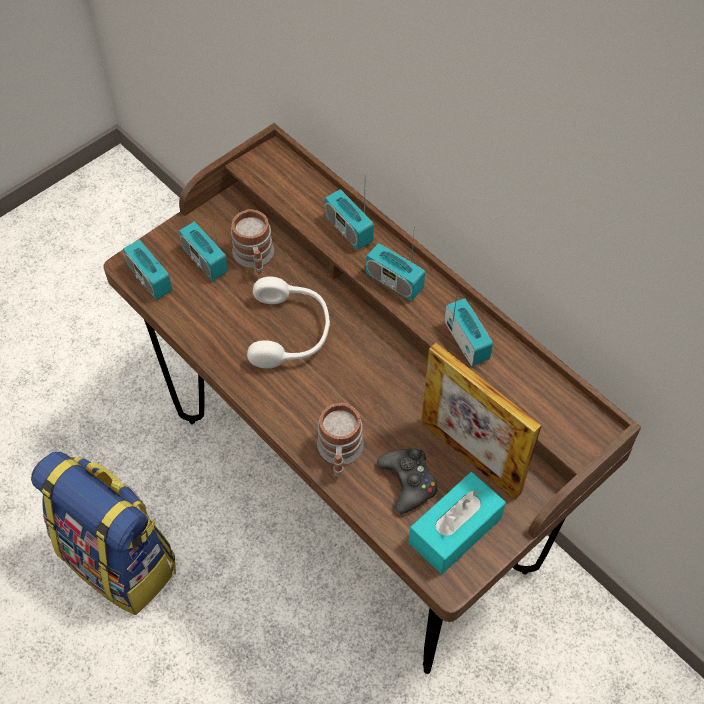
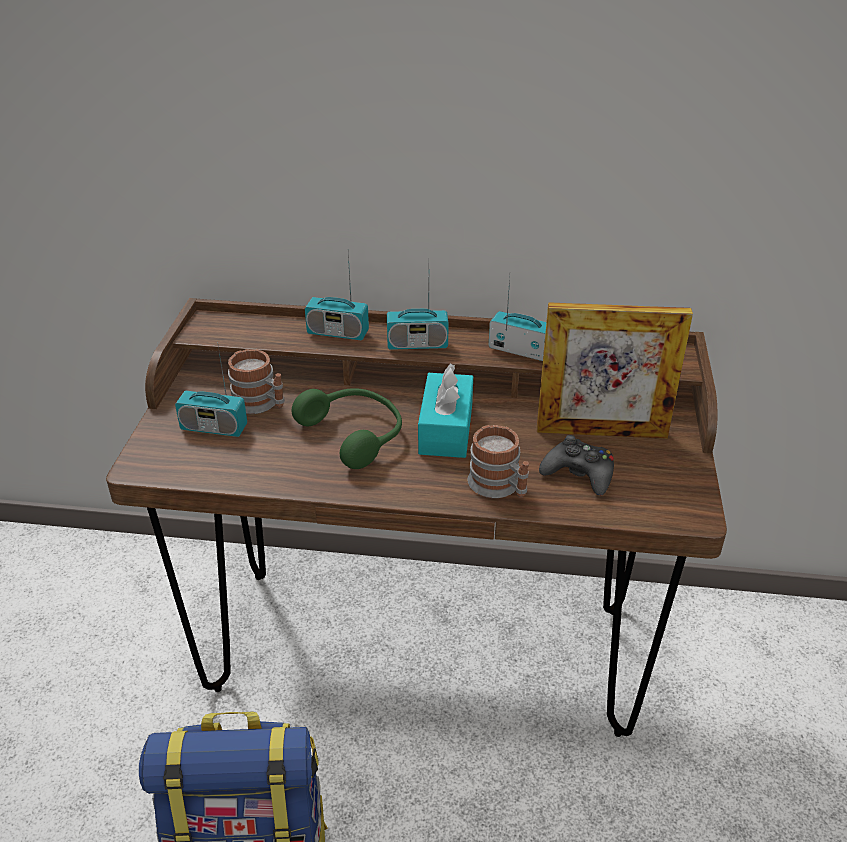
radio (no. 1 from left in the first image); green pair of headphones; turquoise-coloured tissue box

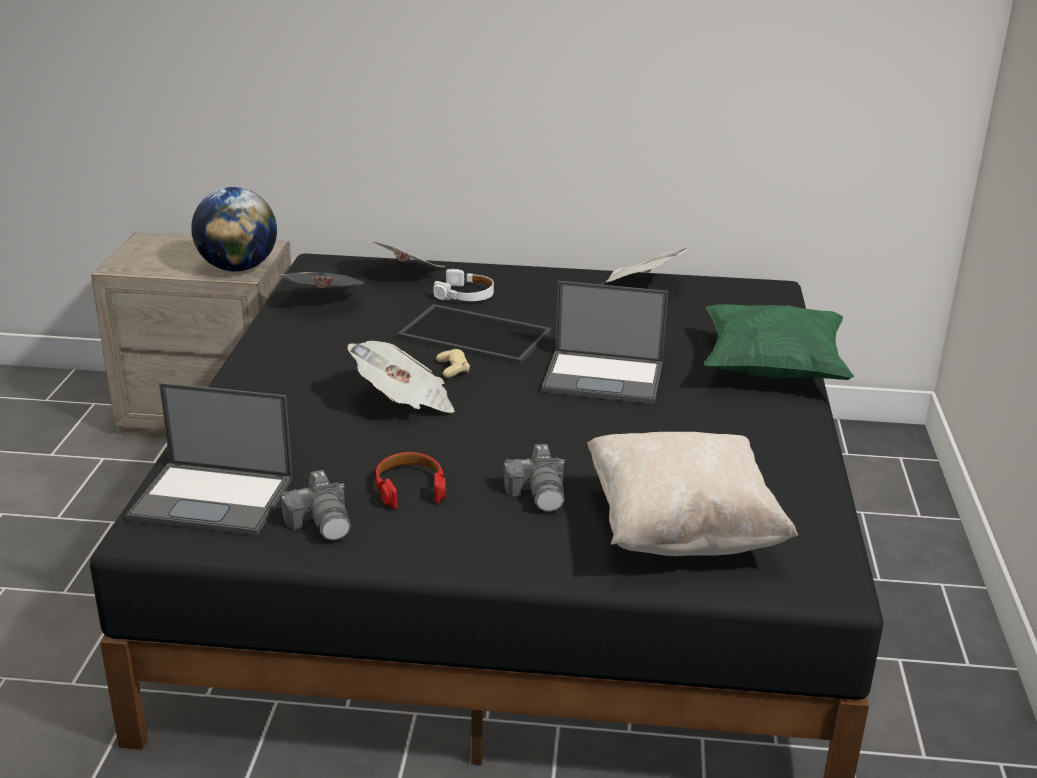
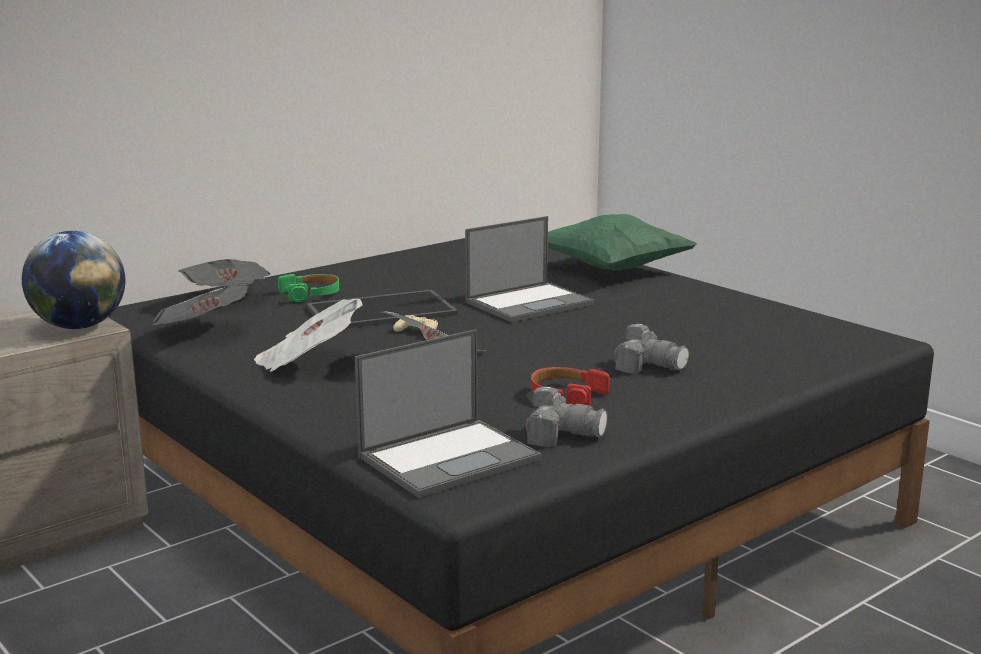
green pair of headphones; beige cushion; newspaper (no. 3 from left)

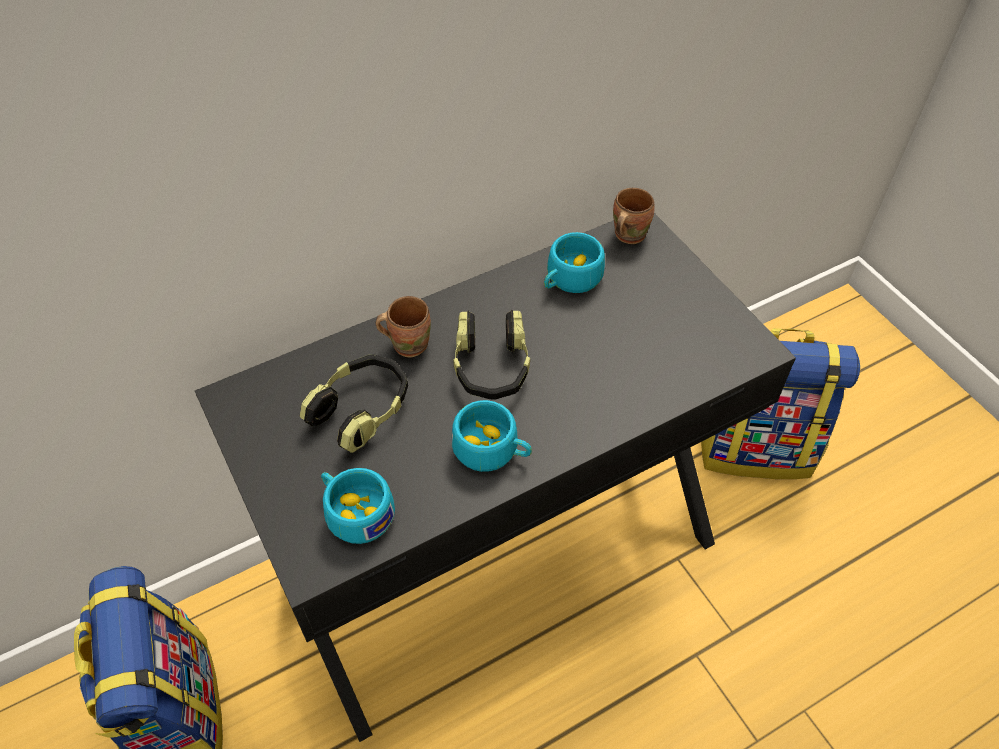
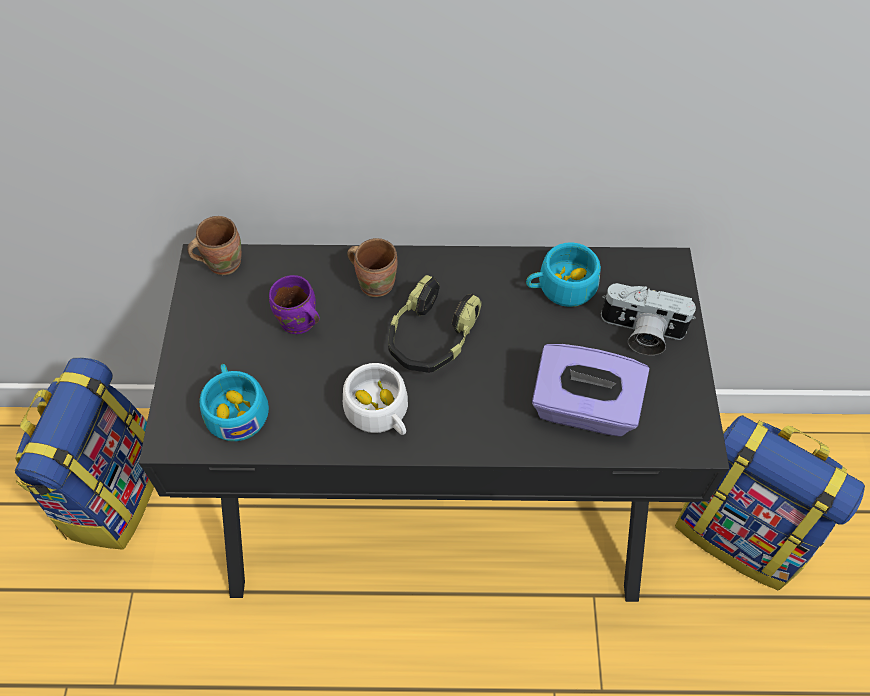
purple-coloured mug; white-coloured cup; brownish mug (no. 1 from left); purple-coloured tissue box; still camera

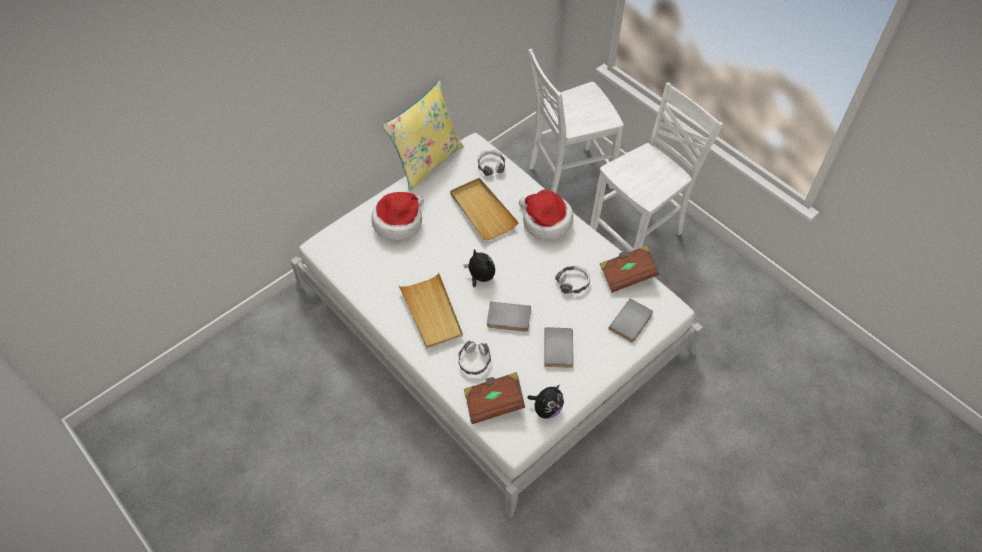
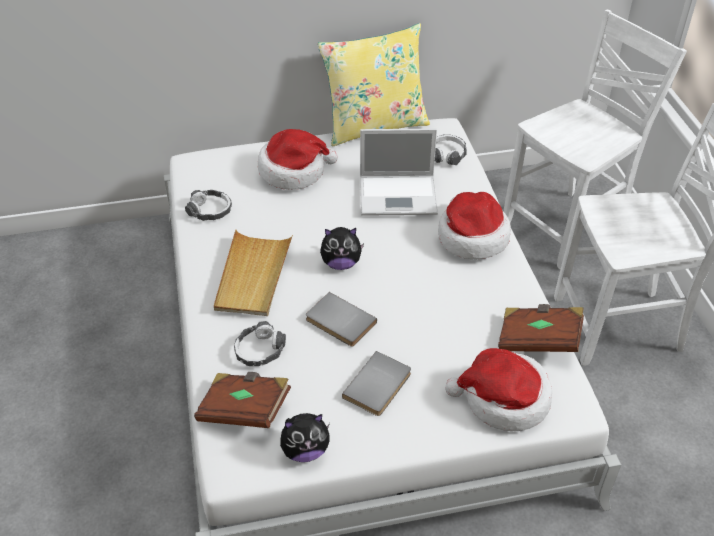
portable computer; cuddly toy (no. 2 from left); white-coloured chair (no. 1 from left); pair of headphones (no. 1 from left); hat (no. 3 from left)

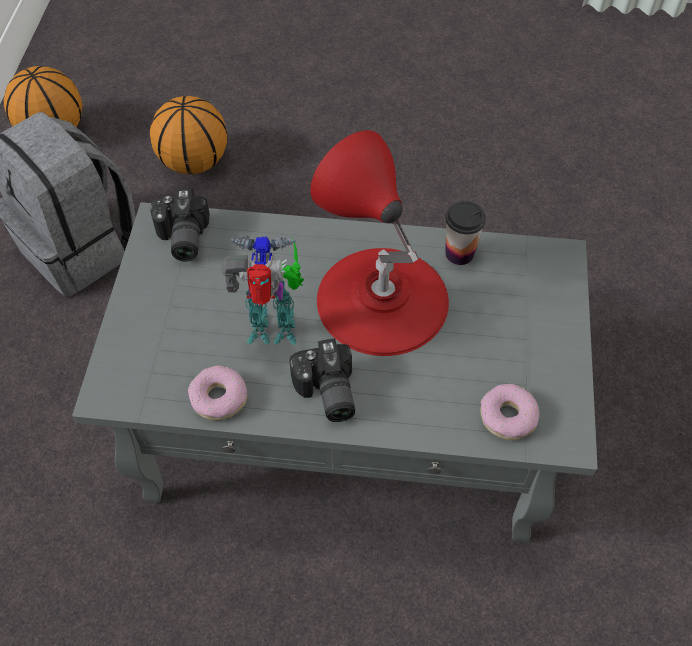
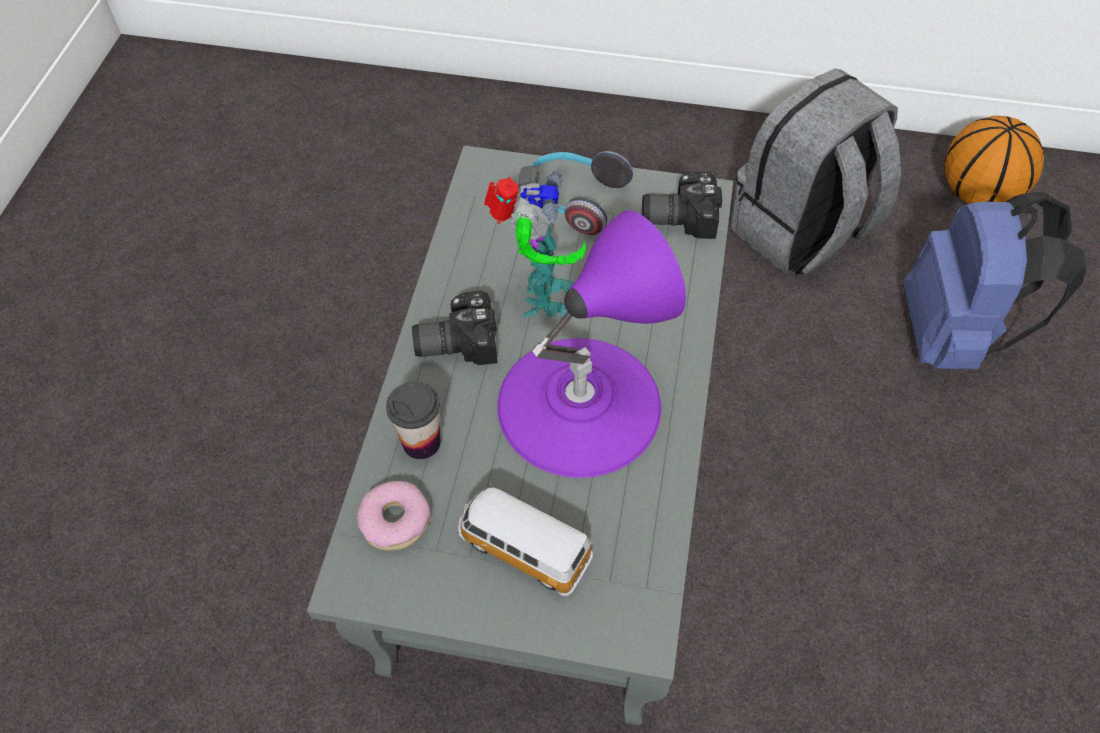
blue-coloured knapsack; doughnut (no. 1 from left in the first image); purple-coloured table lamp; cup; toy car; pair of headphones

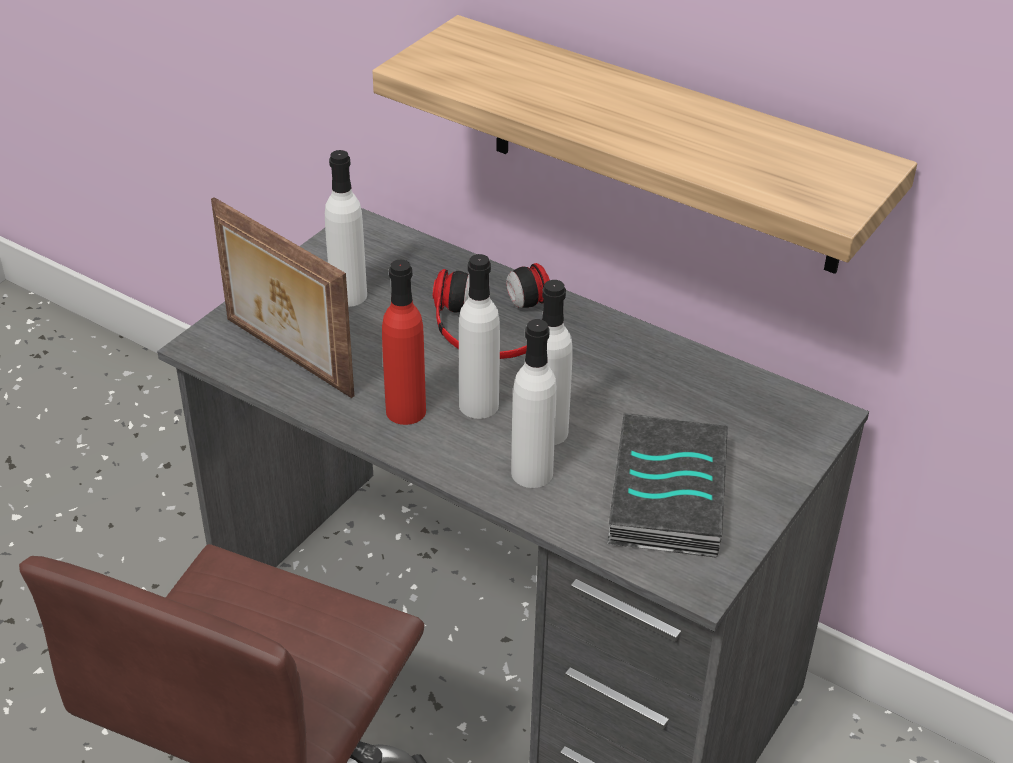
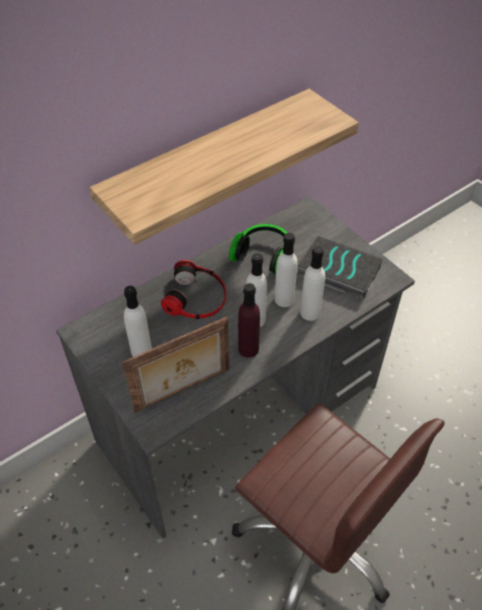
purple-coloured drink bottle; pair of headphones (no. 2 from left)

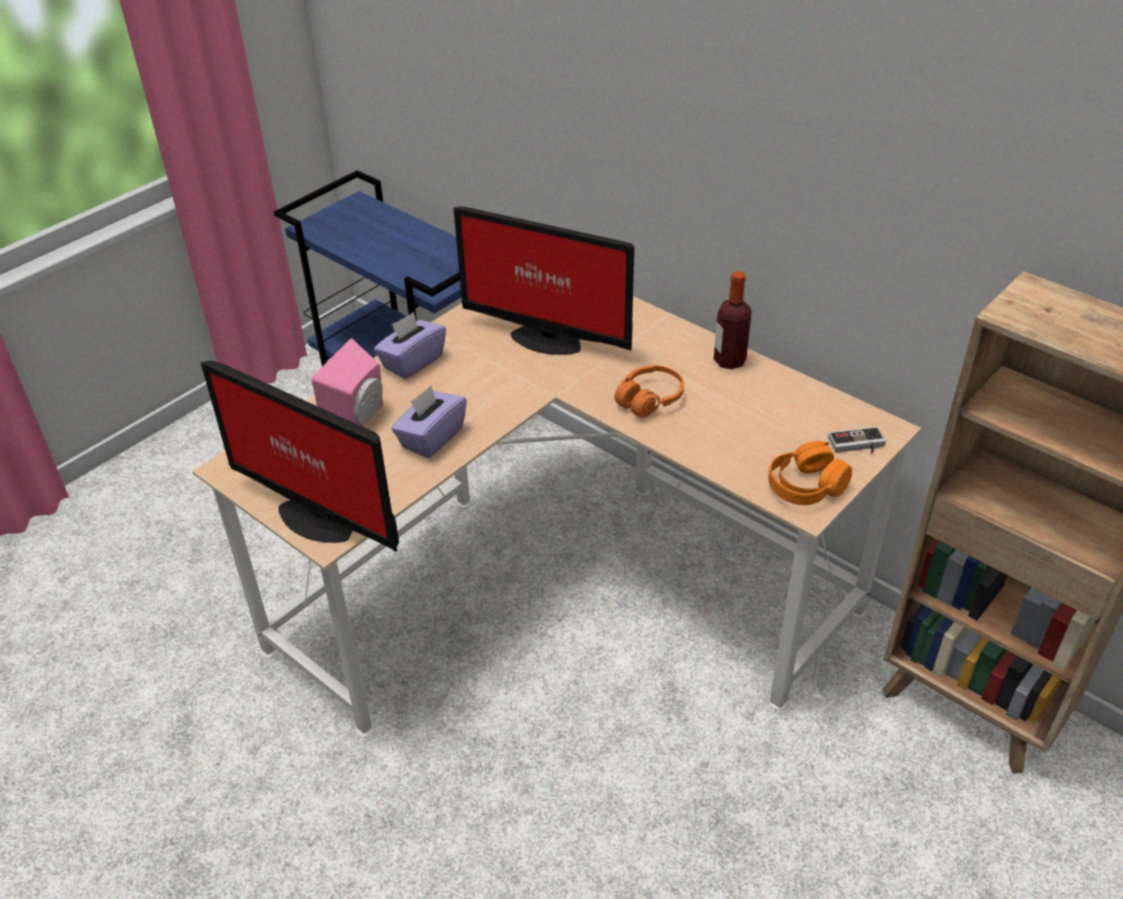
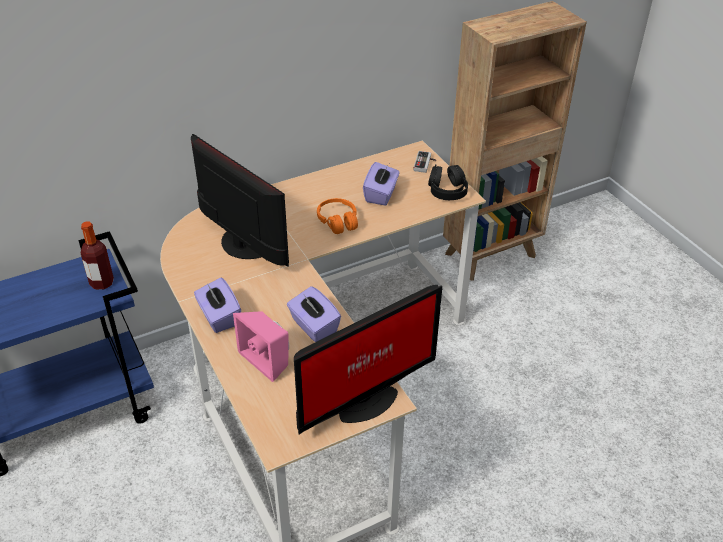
monitor (no. 1 from left); drink bottle; blackish pair of headphones; purple-coloured tissue box (no. 3 from left)

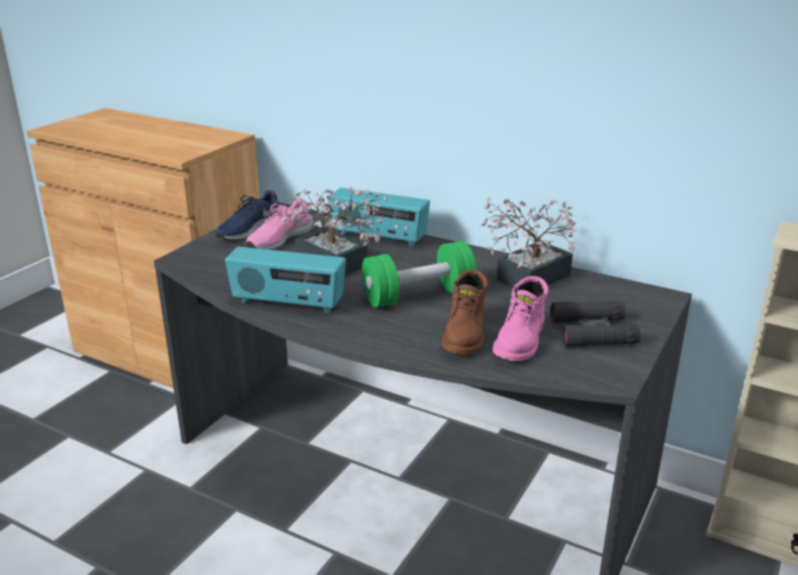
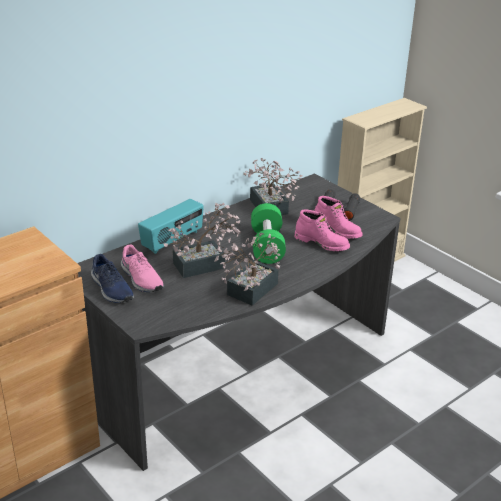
potted plant (no. 2 from left); pink-coloured boot (no. 1 from left)

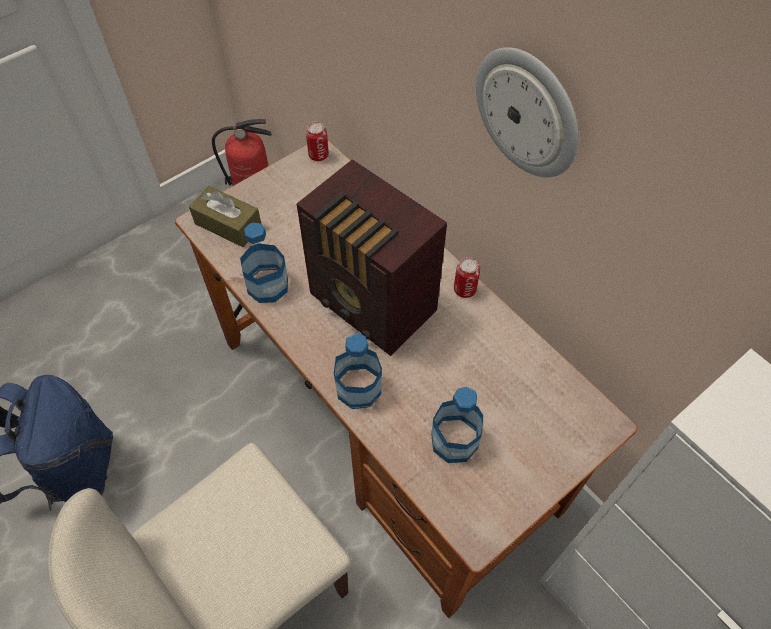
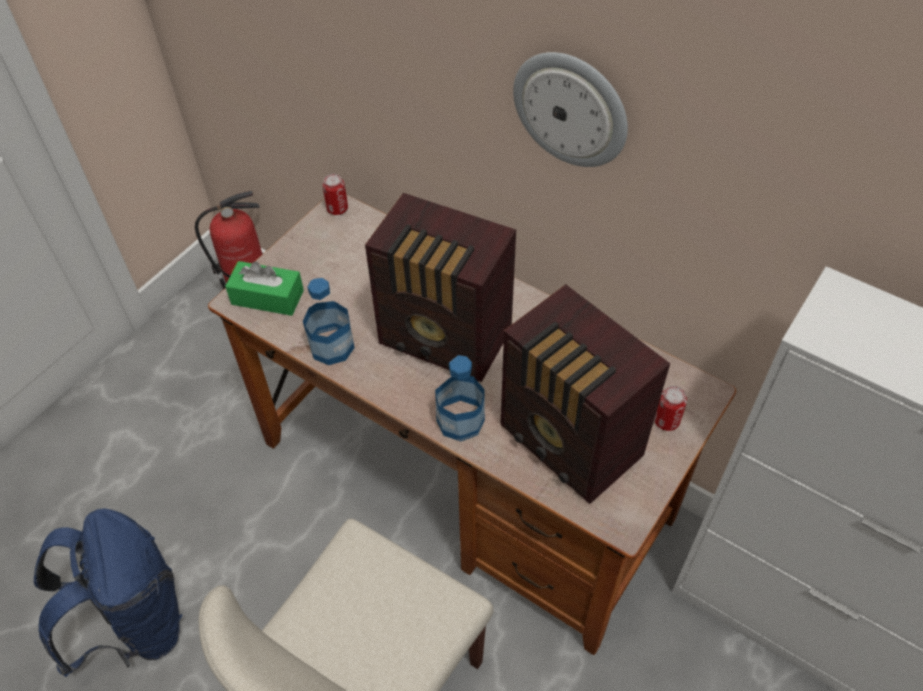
green tissue box; radio (no. 2 from left); can (no. 2 from left)

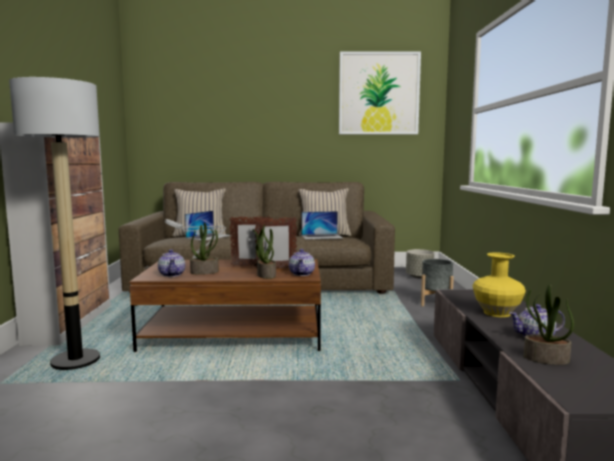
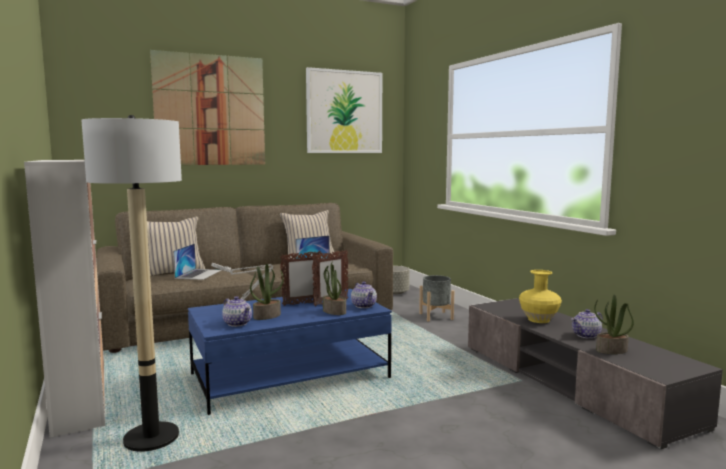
blue-coloured lounge table; picture (no. 1 from left)

